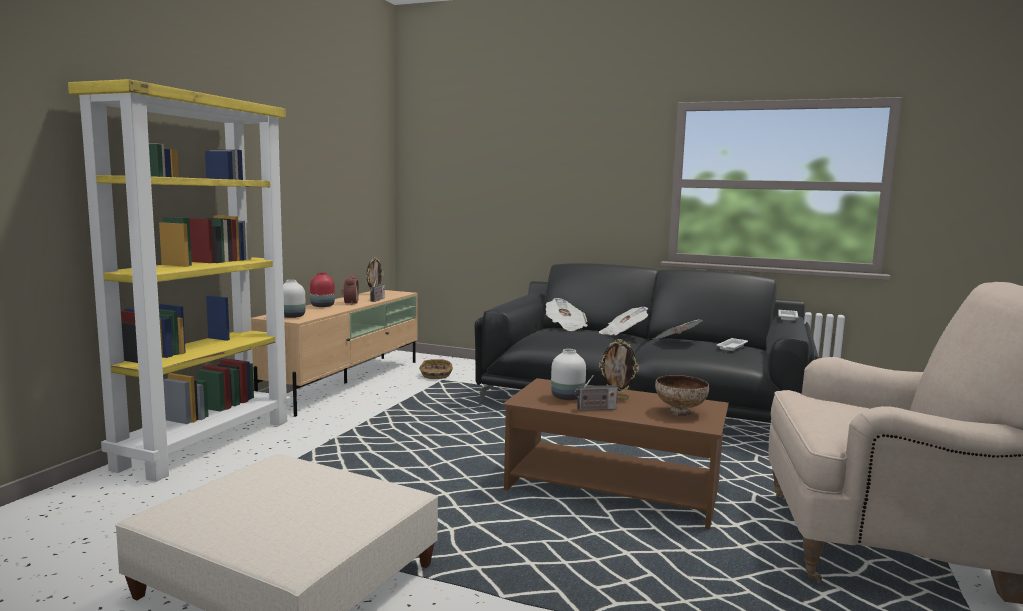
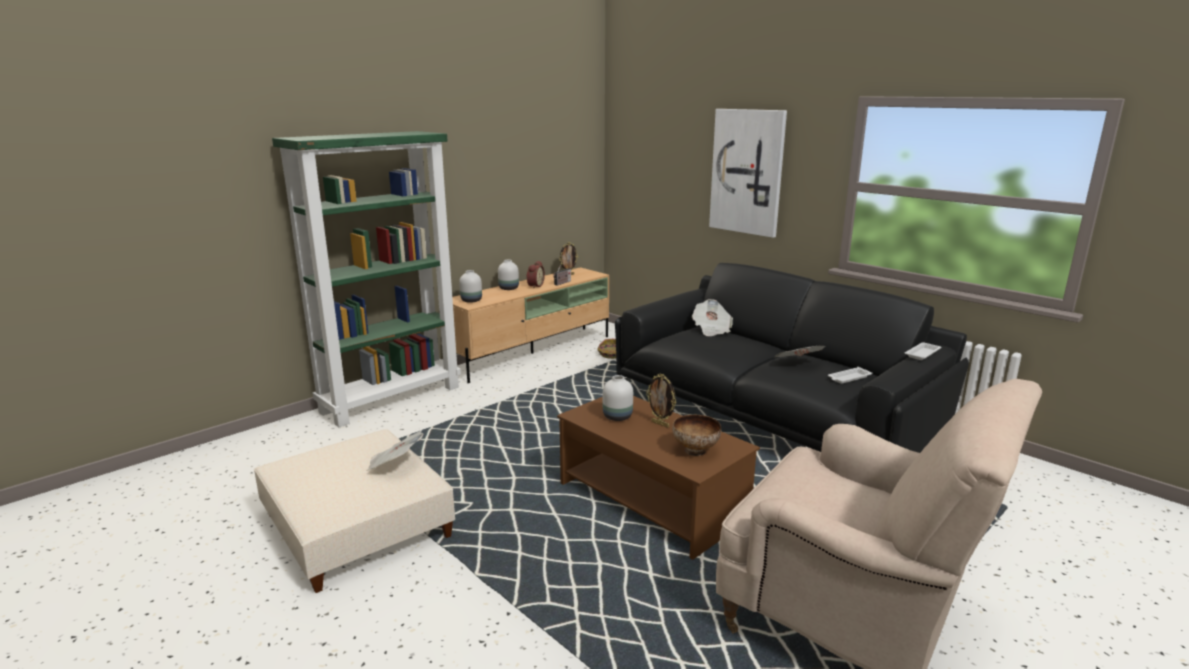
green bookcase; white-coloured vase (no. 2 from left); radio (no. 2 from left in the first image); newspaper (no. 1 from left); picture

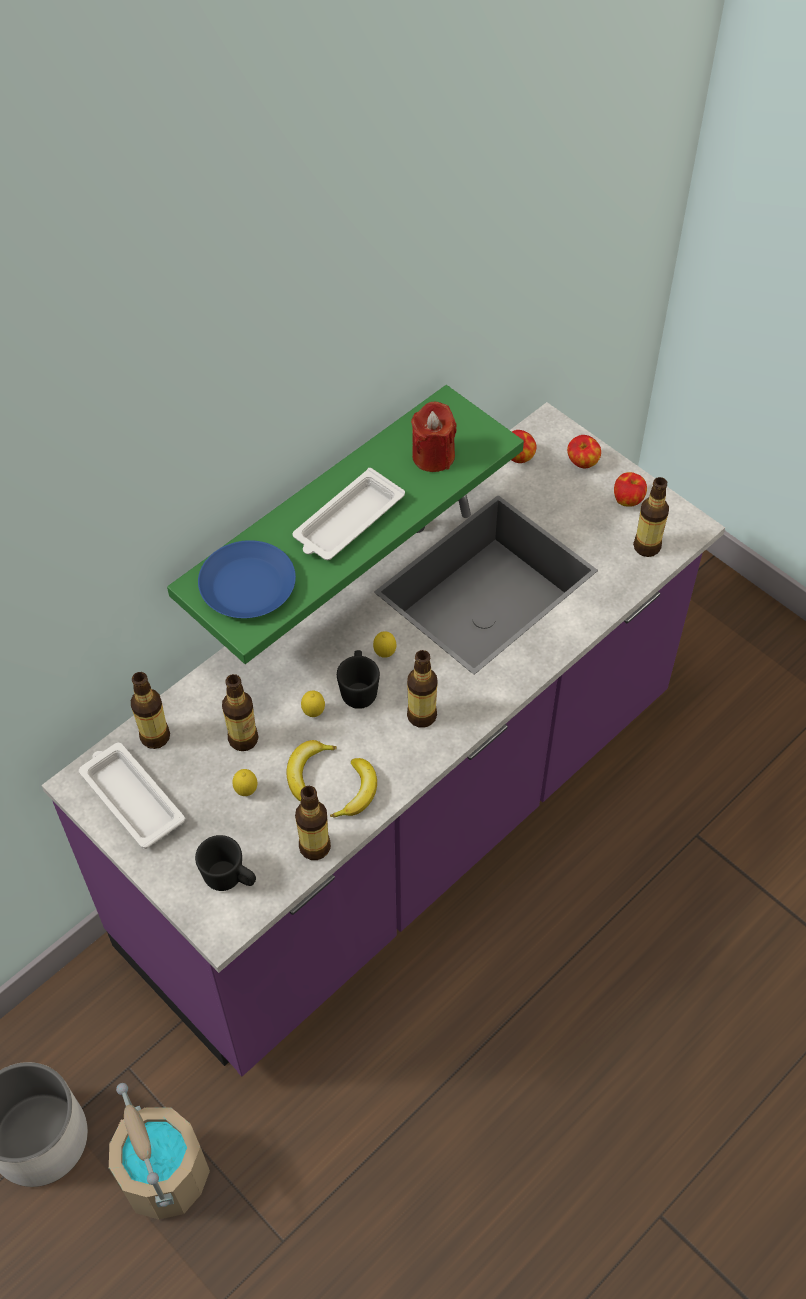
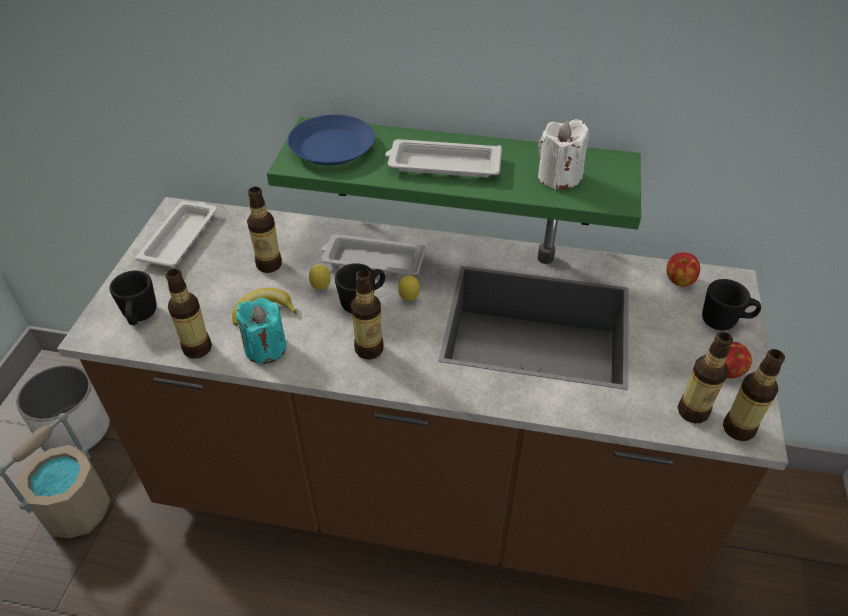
brownish kitchen base unit; drink bottle (no. 5 from left); lemon (no. 1 from left in the first image); turquoise-coloured wax light; white-coloured wax light; blackish mug (no. 3 from left); white-coloured tray (no. 2 from left)

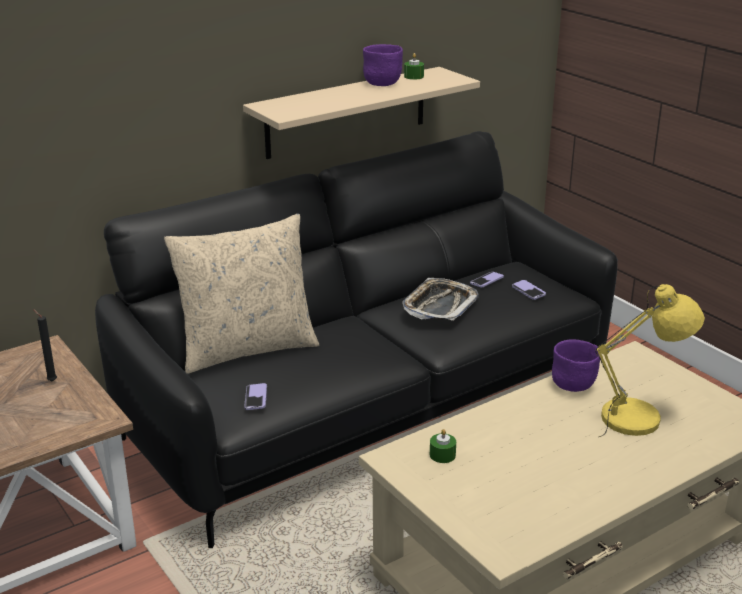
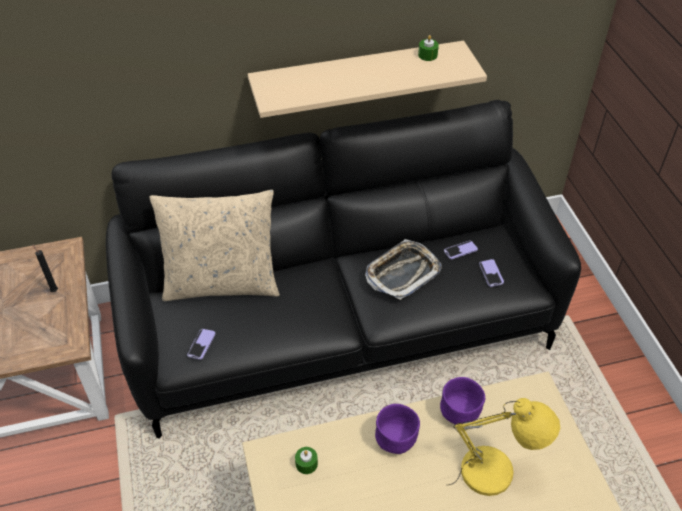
purple-coloured serving bowl (no. 1 from left)

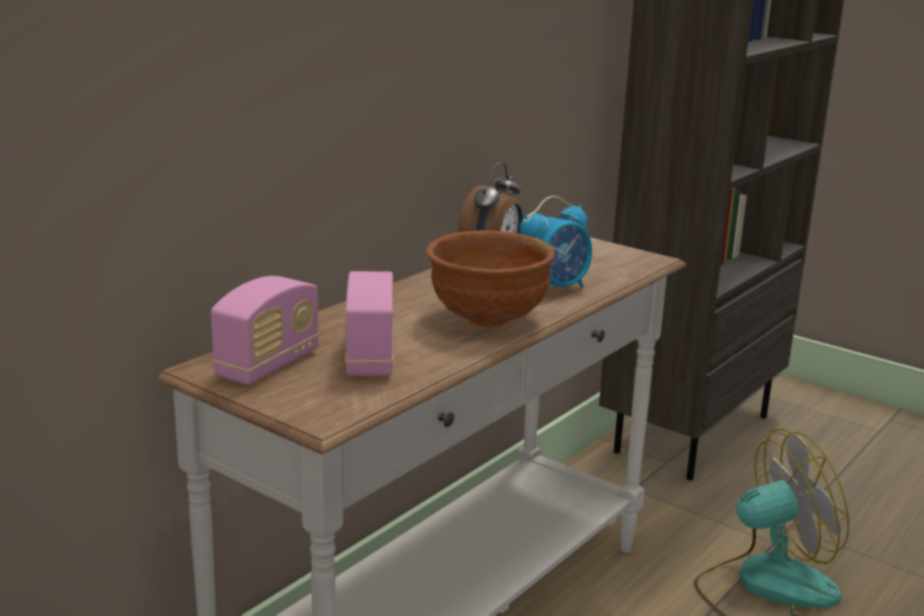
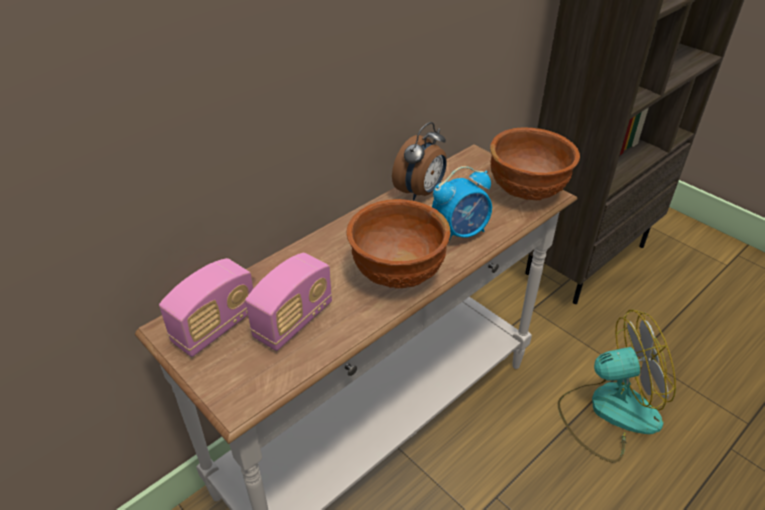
radio (no. 2 from left); brownish serving bowl (no. 2 from left)

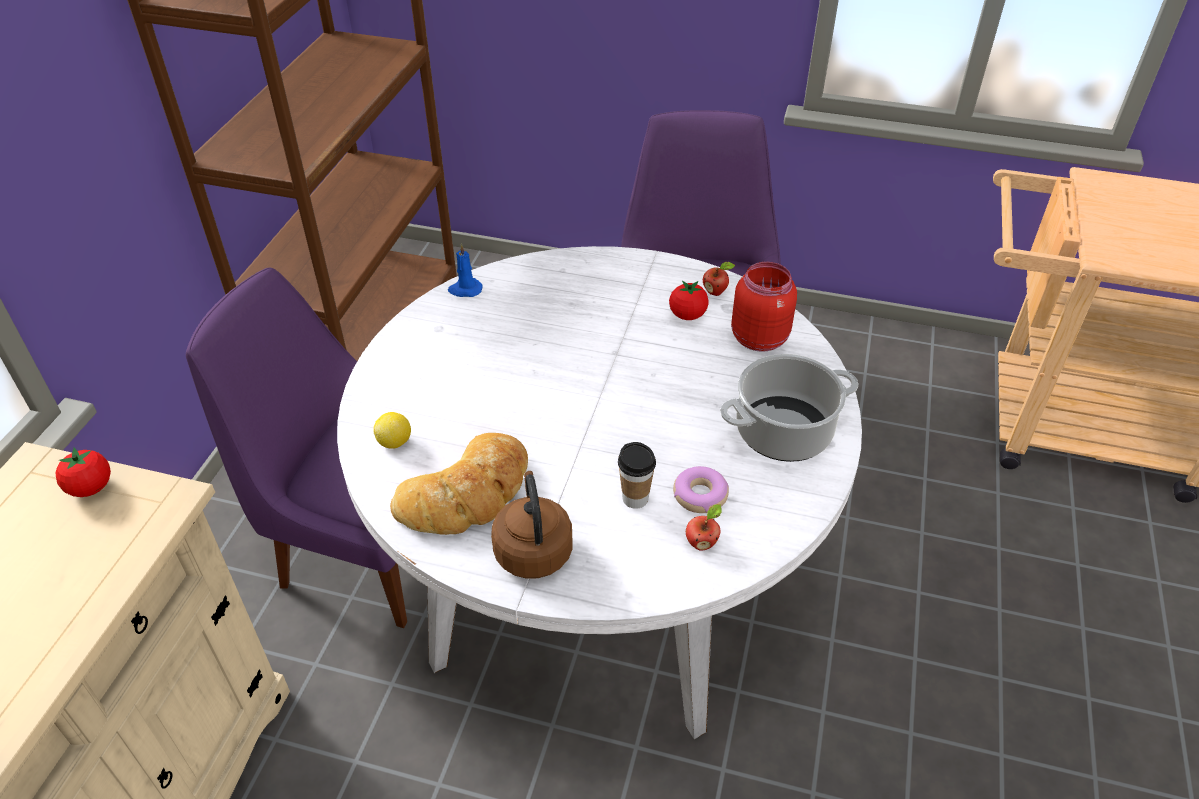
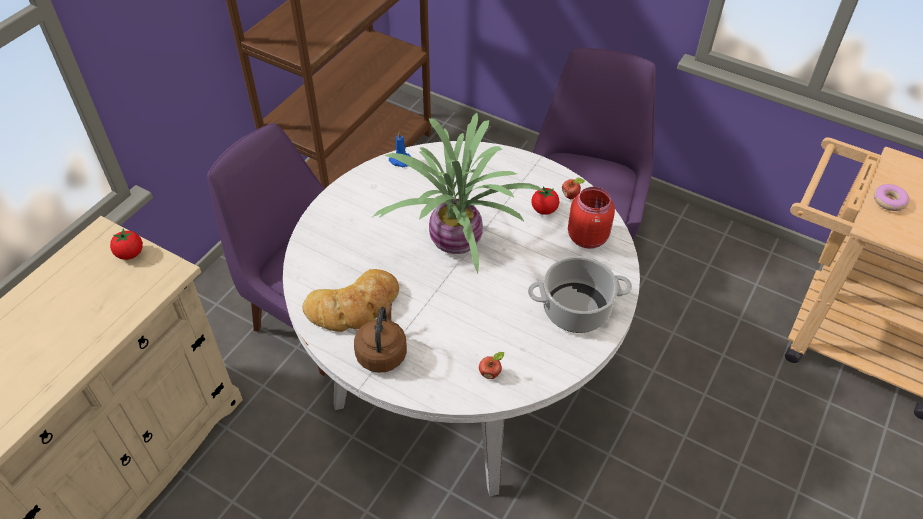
lemon; cup; doughnut; potted plant

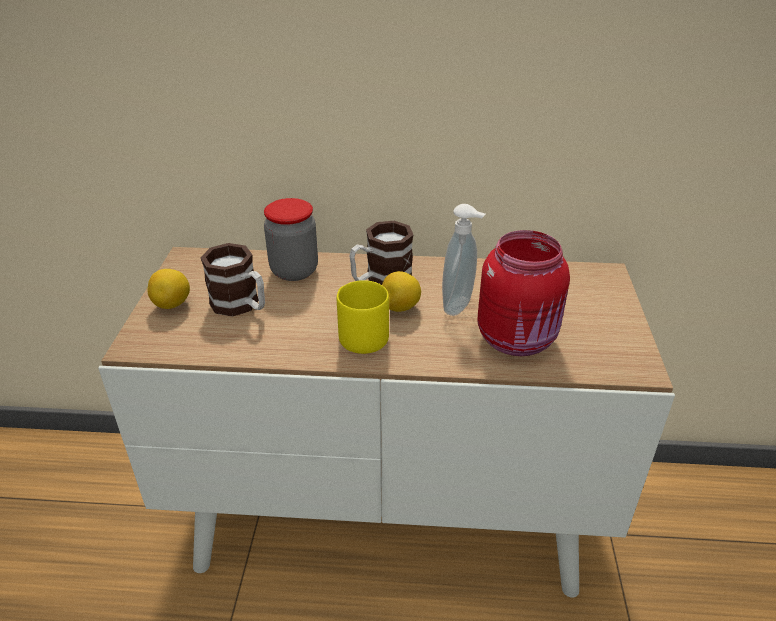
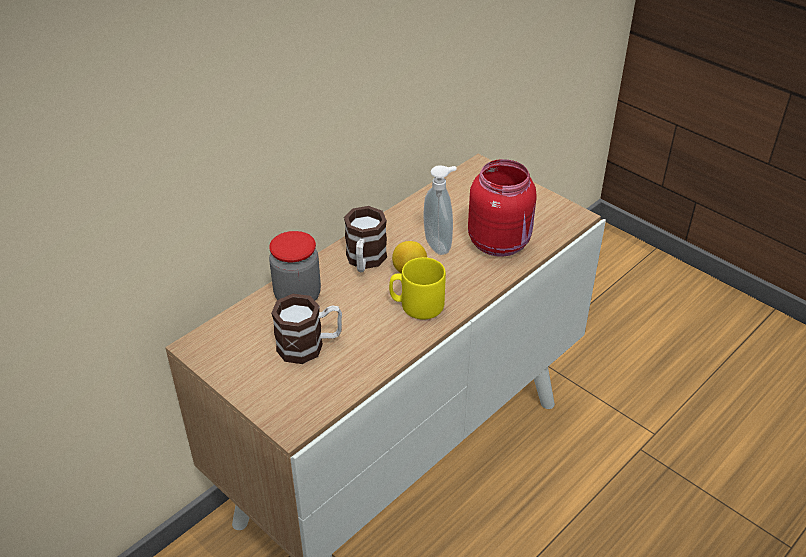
lemon (no. 1 from left in the first image)

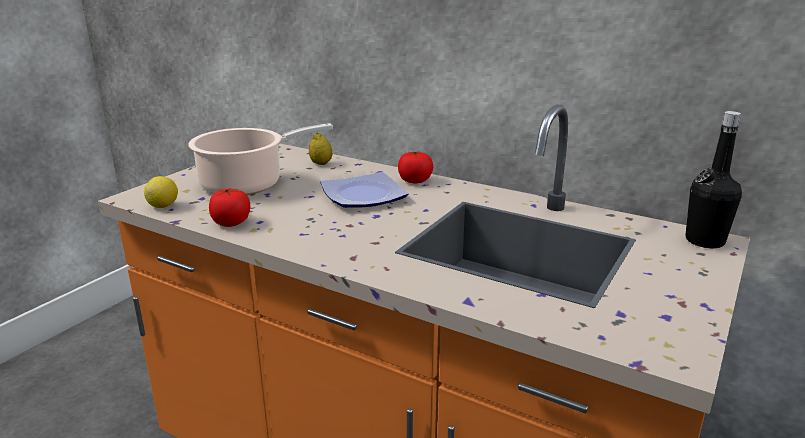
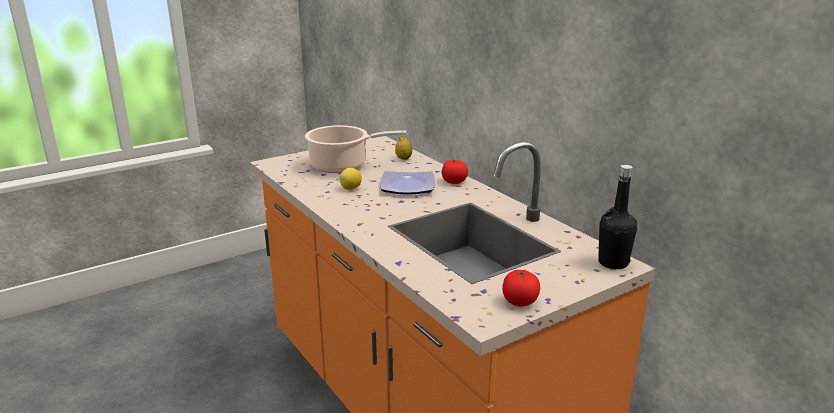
lemon (no. 1 from left); tomato (no. 2 from left)

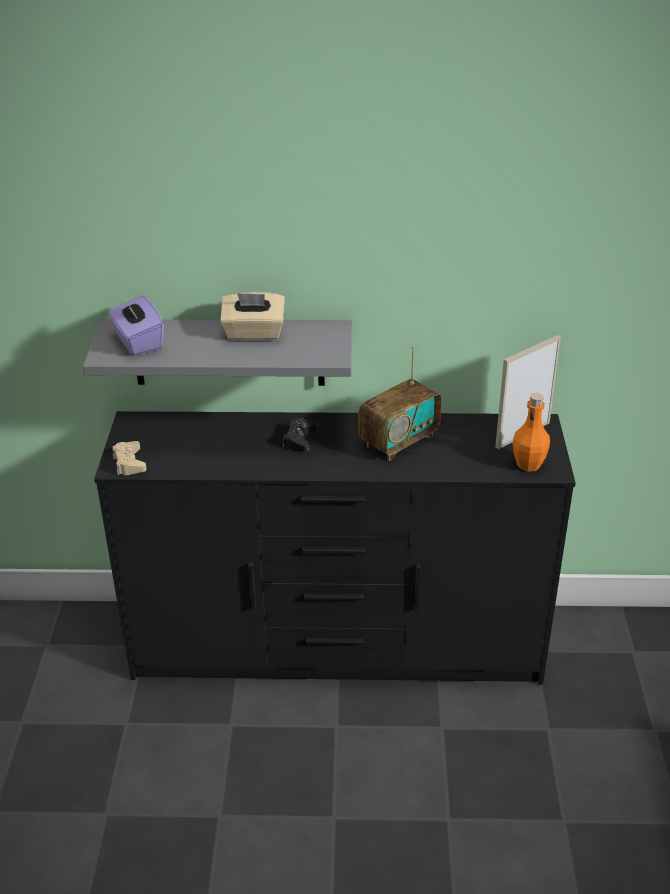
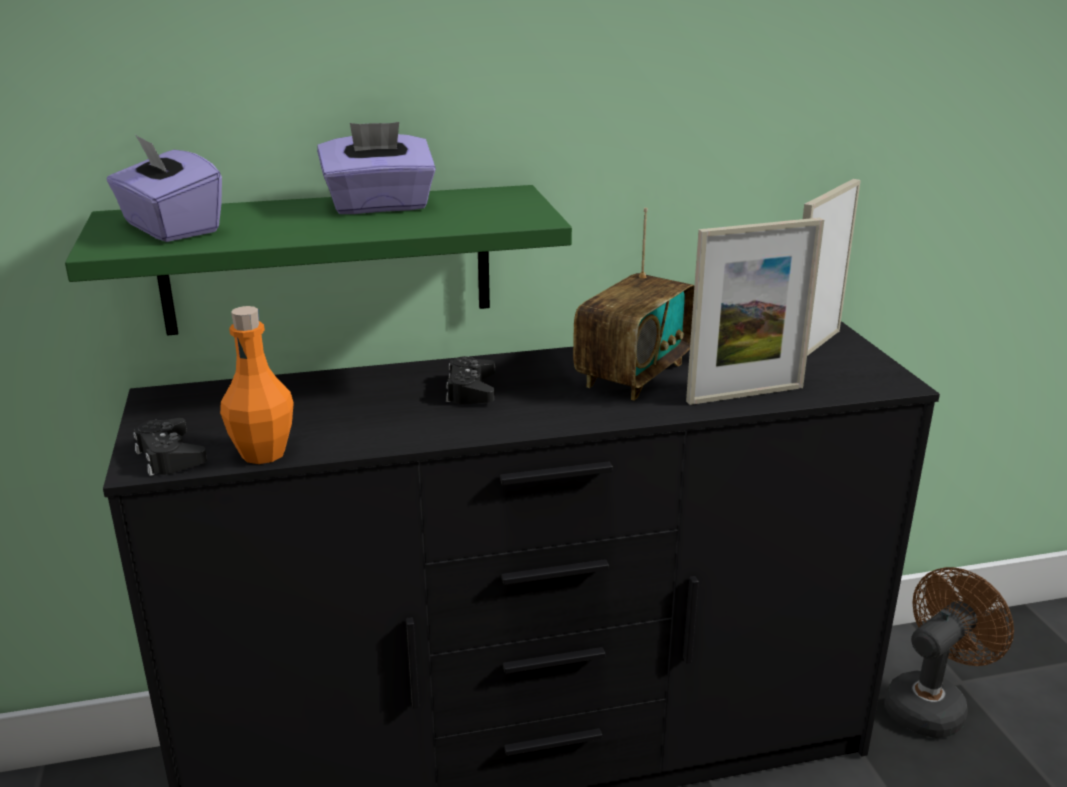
green wall shelf; blackish joypad (no. 1 from left); purple-coloured tissue box (no. 2 from left); orange-coloured drink bottle; picture frame (no. 1 from left); brownish electric fan

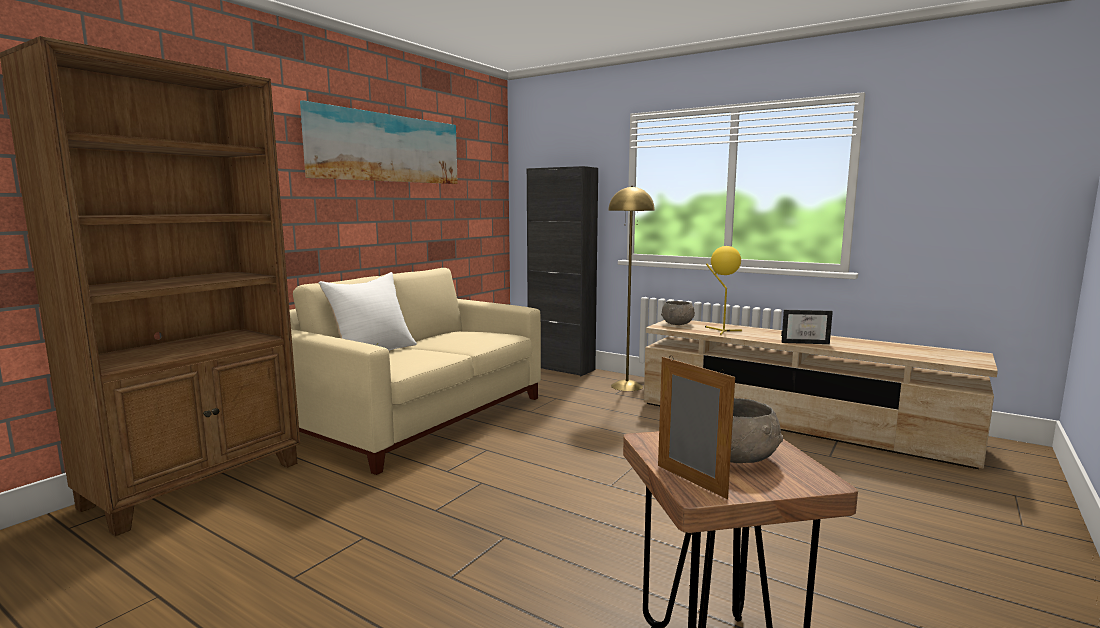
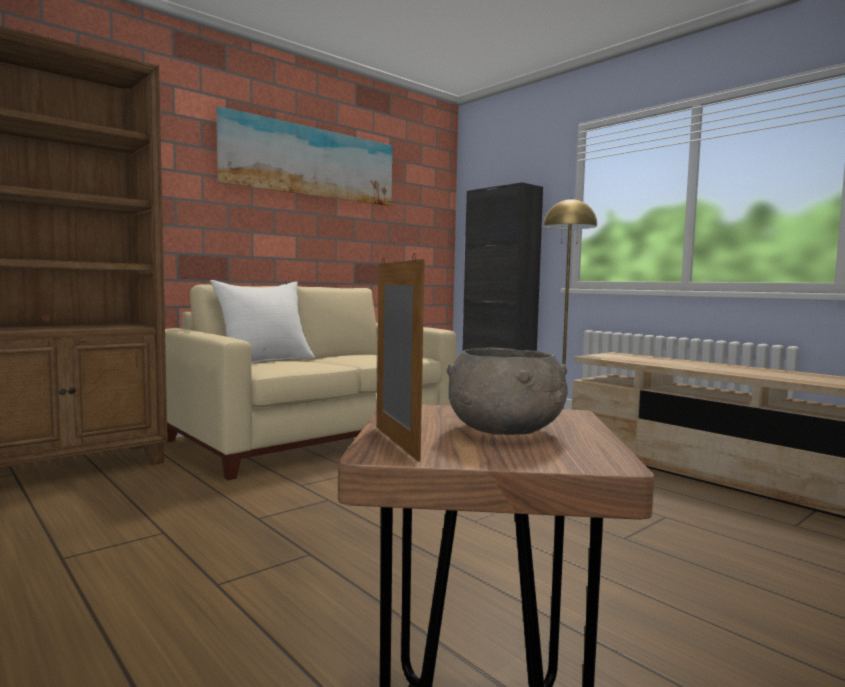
grey serving bowl (no. 1 from left in the first image); yellow table lamp; picture frame (no. 2 from left in the first image)

